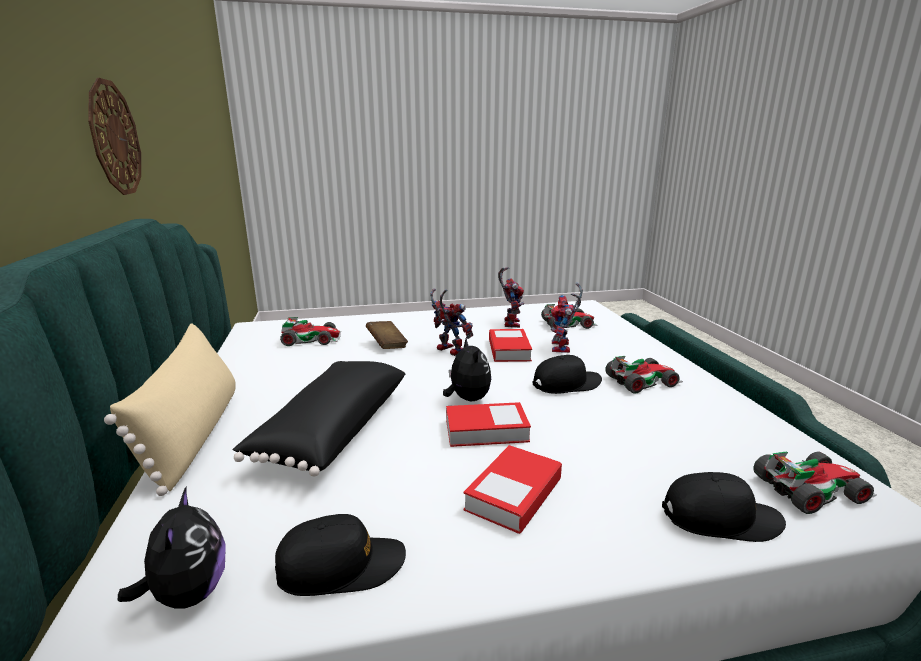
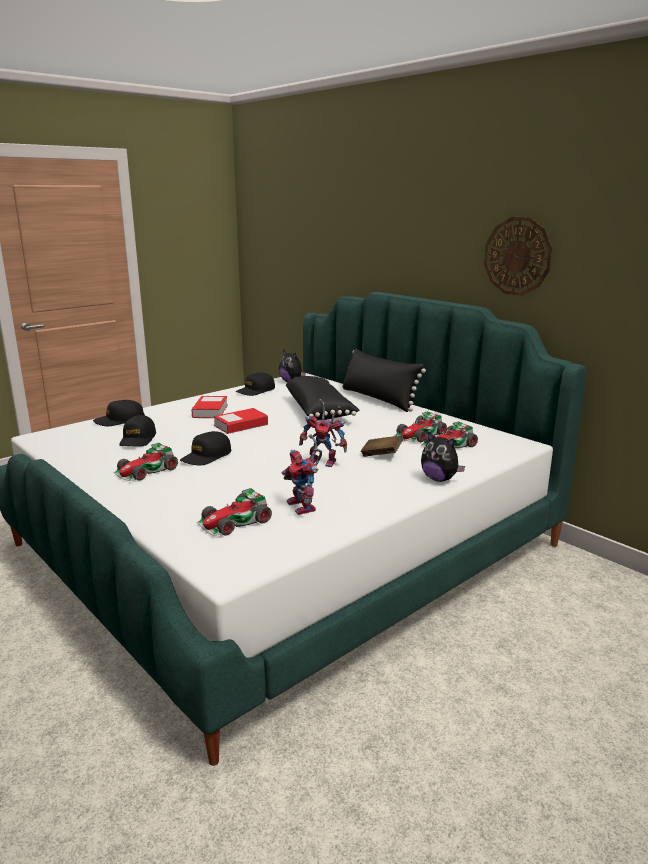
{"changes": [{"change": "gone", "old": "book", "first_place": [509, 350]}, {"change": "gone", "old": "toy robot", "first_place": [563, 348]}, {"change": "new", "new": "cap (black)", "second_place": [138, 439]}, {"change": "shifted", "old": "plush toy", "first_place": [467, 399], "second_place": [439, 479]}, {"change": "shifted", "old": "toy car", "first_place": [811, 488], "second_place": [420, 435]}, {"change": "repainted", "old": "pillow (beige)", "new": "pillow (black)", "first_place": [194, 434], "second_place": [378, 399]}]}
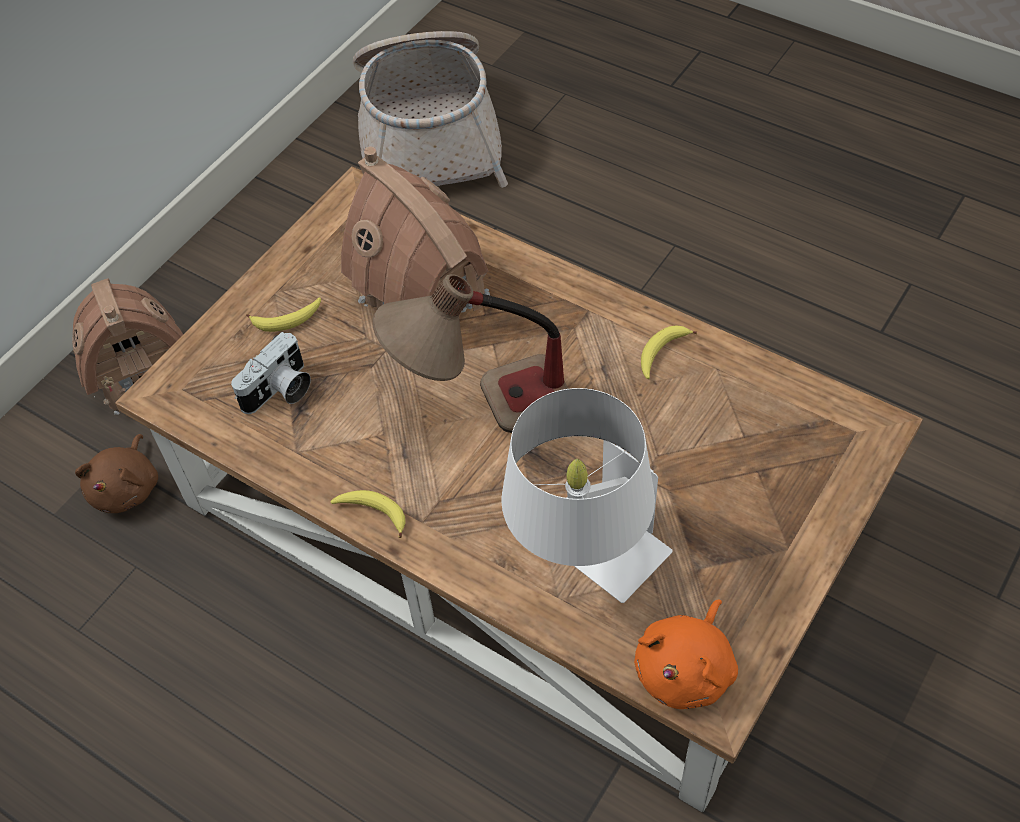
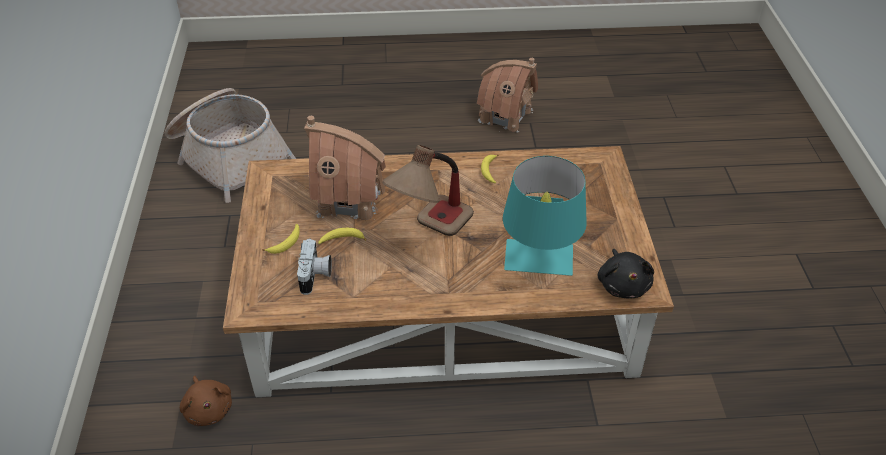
{"changes": [{"change": "shifted", "old": "toy house", "first_place": [140, 371], "second_place": [506, 116]}, {"change": "shifted", "old": "banana", "first_place": [373, 513], "second_place": [342, 239]}, {"change": "repainted", "old": "table lamp (white)", "new": "table lamp (turquoise)", "first_place": [584, 560], "second_place": [539, 268]}, {"change": "repainted", "old": "plush toy (orange)", "new": "plush toy (black)", "first_place": [686, 669], "second_place": [623, 285]}]}
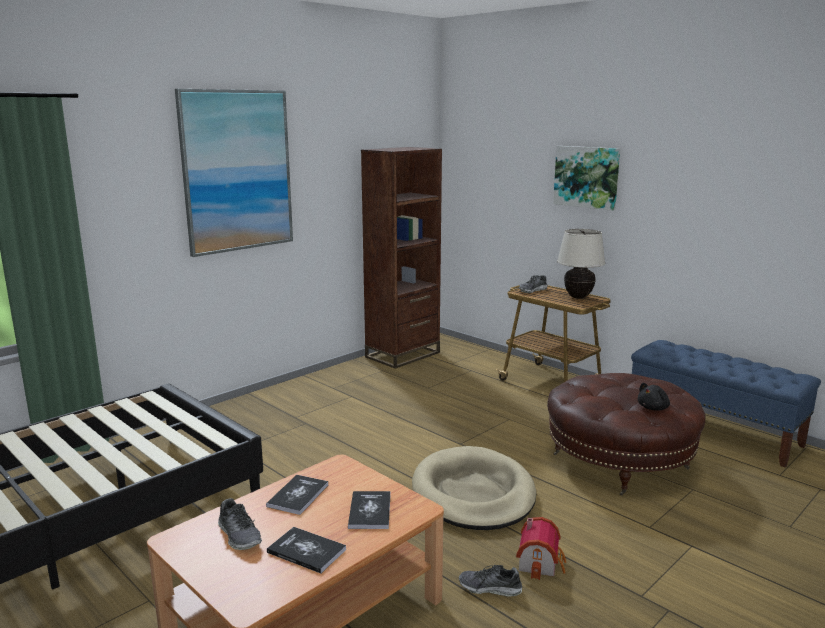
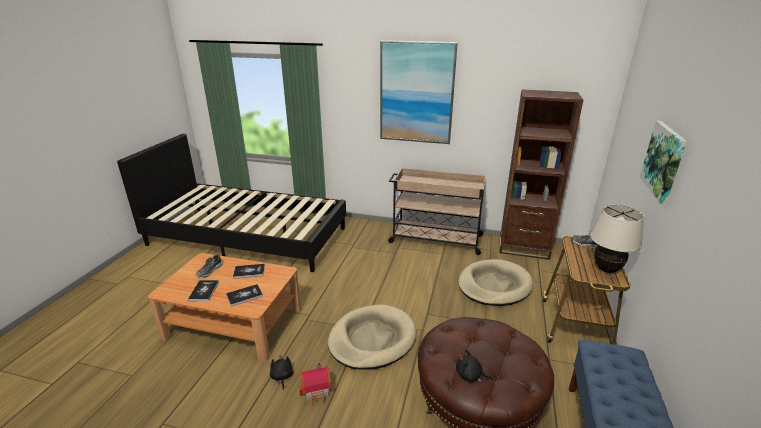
{"changes": [{"change": "new", "new": "cart (beige)", "second_place": [434, 239]}, {"change": "new", "new": "dog bed (beige)", "second_place": [494, 285]}, {"change": "swapped", "old": "shoe", "new": "plush toy (black)", "first_place": [490, 588], "second_place": [282, 377]}]}
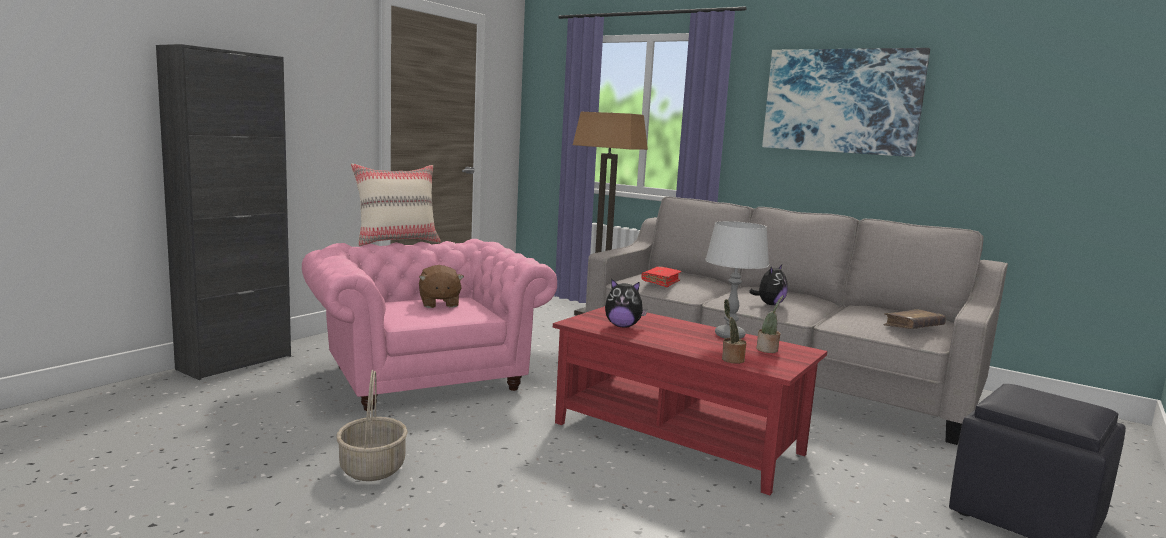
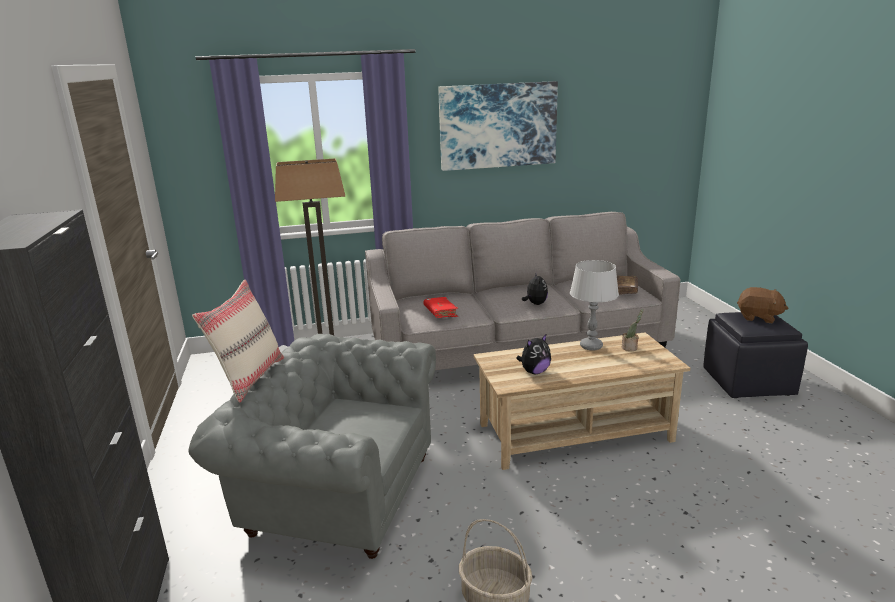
{"changes": [{"change": "gone", "old": "potted plant", "first_place": [731, 360]}, {"change": "shifted", "old": "plush toy (brown)", "first_place": [439, 303], "second_place": [758, 317]}, {"change": "repainted", "old": "armchair (pink)", "new": "armchair (grey)", "first_place": [425, 375], "second_place": [335, 492]}, {"change": "repainted", "old": "coffee table (red)", "new": "coffee table (beige)", "first_place": [677, 438], "second_place": [575, 432]}]}
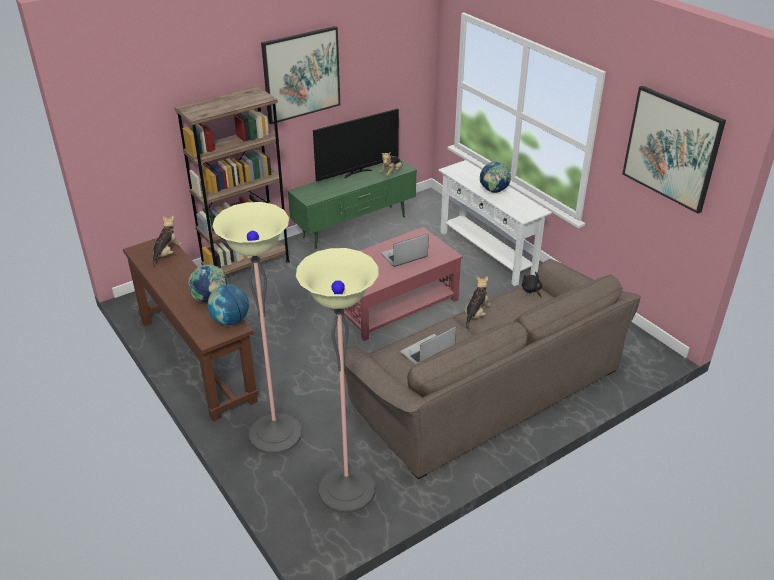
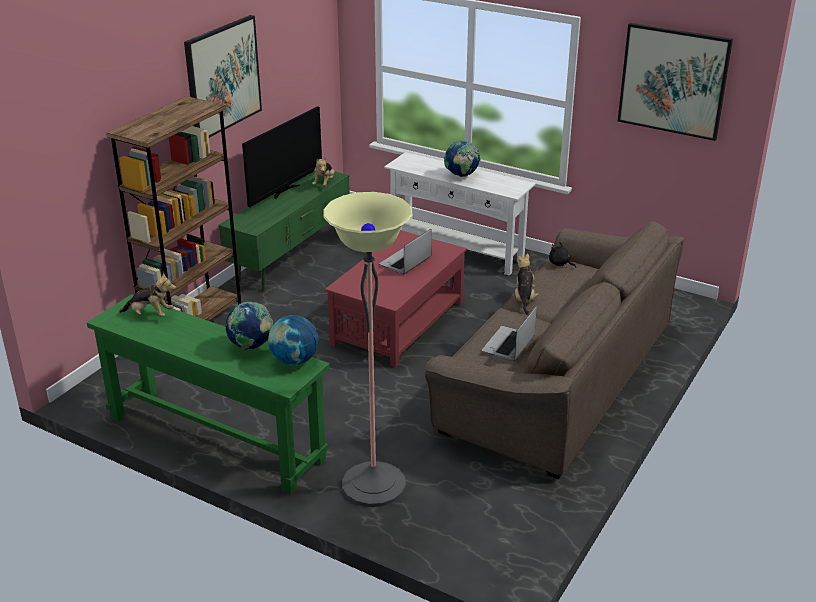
{"changes": [{"change": "gone", "old": "floor lamp", "first_place": [347, 490]}, {"change": "repainted", "old": "console table (brown)", "new": "console table (green)", "first_place": [196, 359], "second_place": [215, 438]}, {"change": "rotated", "old": "plush toy", "first_place": [167, 254], "second_place": [150, 314], "degrees": 105}]}
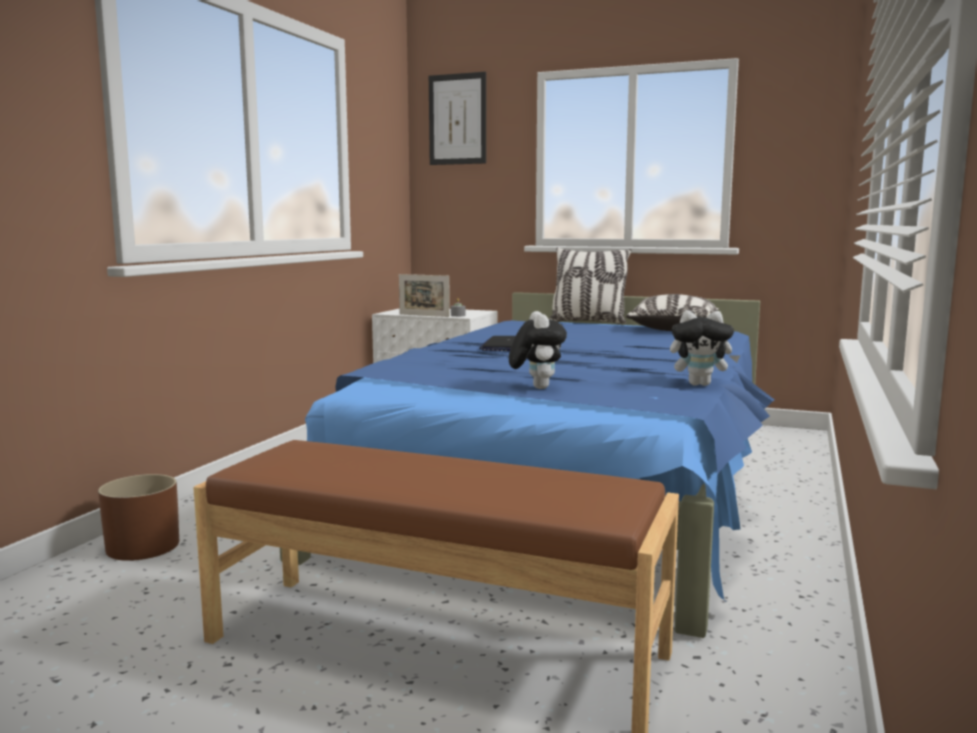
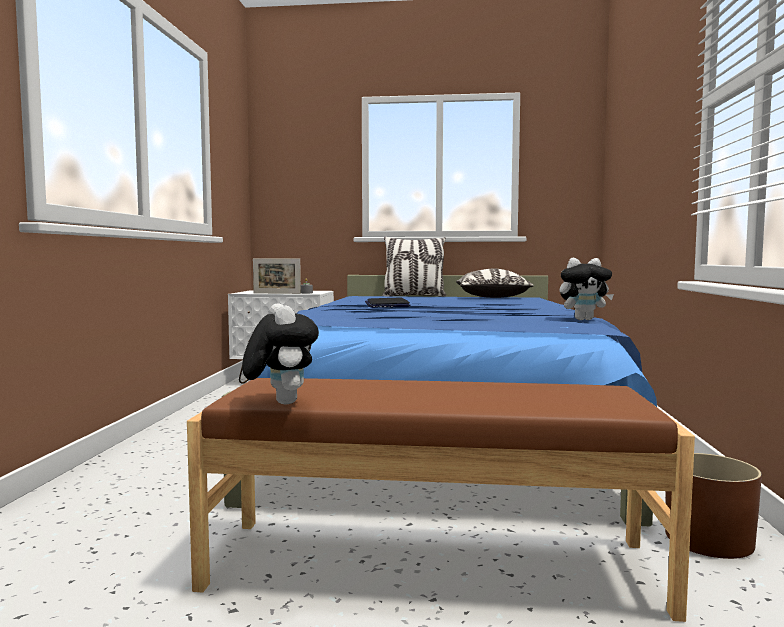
{"changes": [{"change": "gone", "old": "picture", "first_place": [457, 119]}, {"change": "shifted", "old": "planter (brown)", "first_place": [142, 546], "second_place": [708, 539]}, {"change": "shifted", "old": "plush toy", "first_place": [536, 387], "second_place": [280, 402]}]}
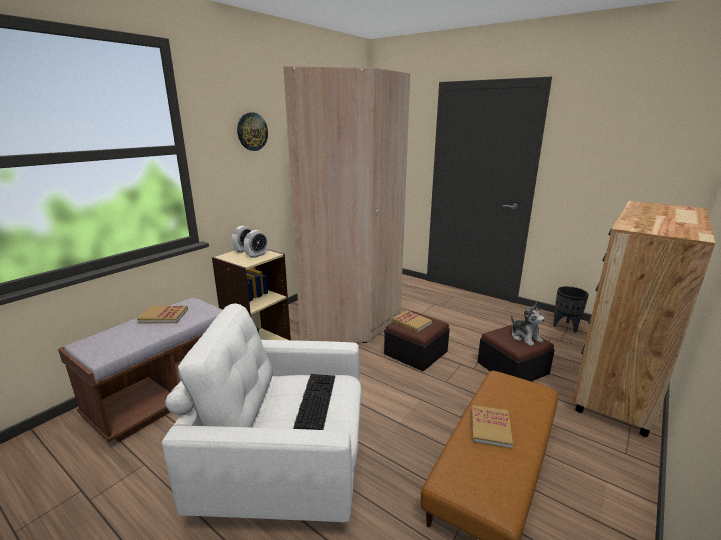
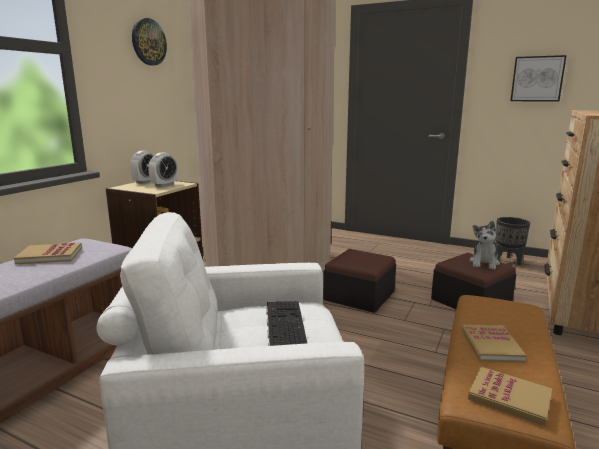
{"changes": [{"change": "new", "new": "picture", "second_place": [537, 79]}, {"change": "shifted", "old": "book", "first_place": [411, 322], "second_place": [509, 398]}, {"change": "rotated", "old": "plush toy", "first_place": [525, 337], "second_place": [484, 263], "degrees": 60}]}
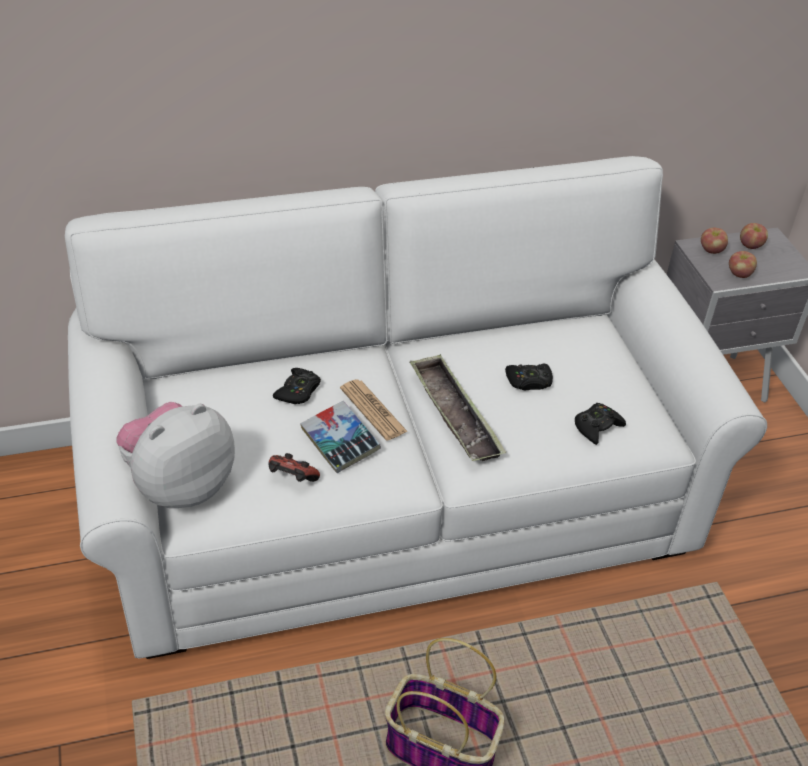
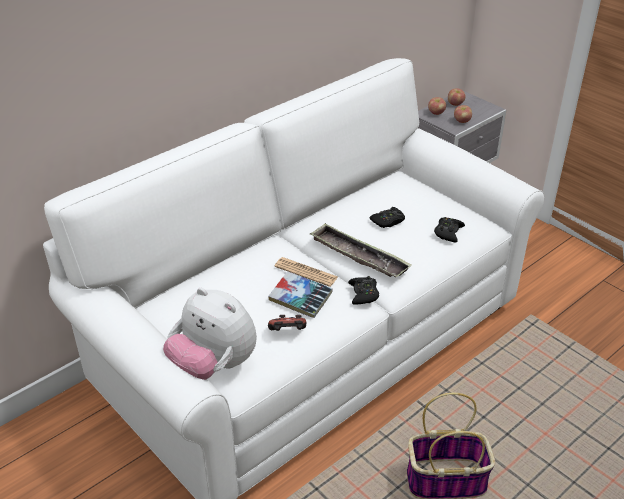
{"changes": [{"change": "shifted", "old": "game controller (black)", "first_place": [298, 391], "second_place": [363, 294]}, {"change": "rotated", "old": "plush toy", "first_place": [180, 485], "second_place": [213, 367], "degrees": -75}]}
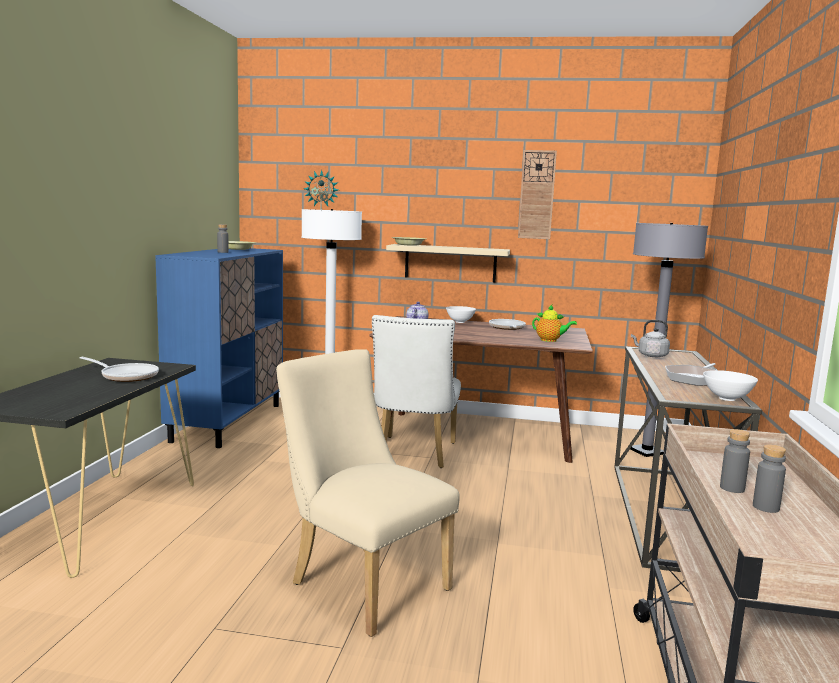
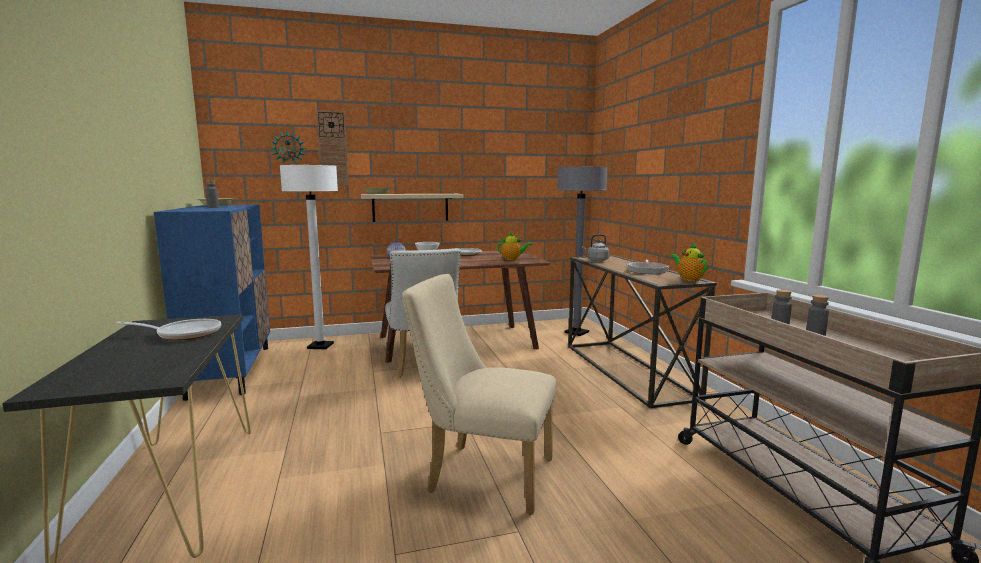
{"changes": [{"change": "shifted", "old": "wall clock", "first_place": [537, 195], "second_place": [332, 148]}, {"change": "swapped", "old": "bowl (white)", "new": "teapot", "first_place": [727, 399], "second_place": [689, 279]}]}
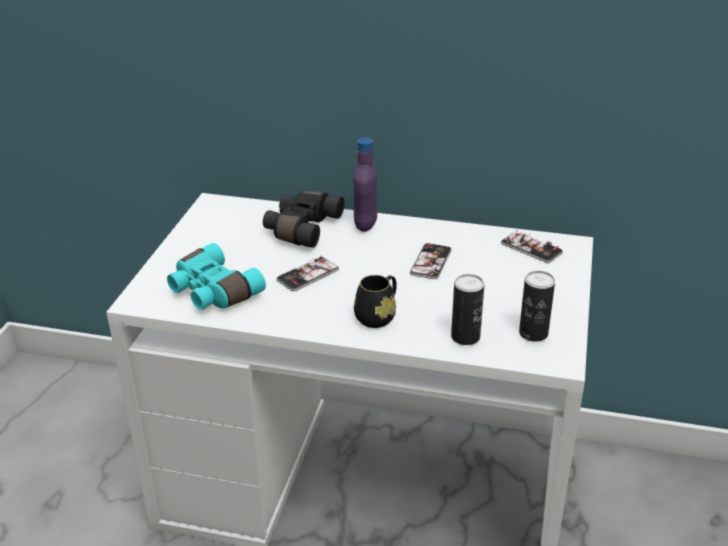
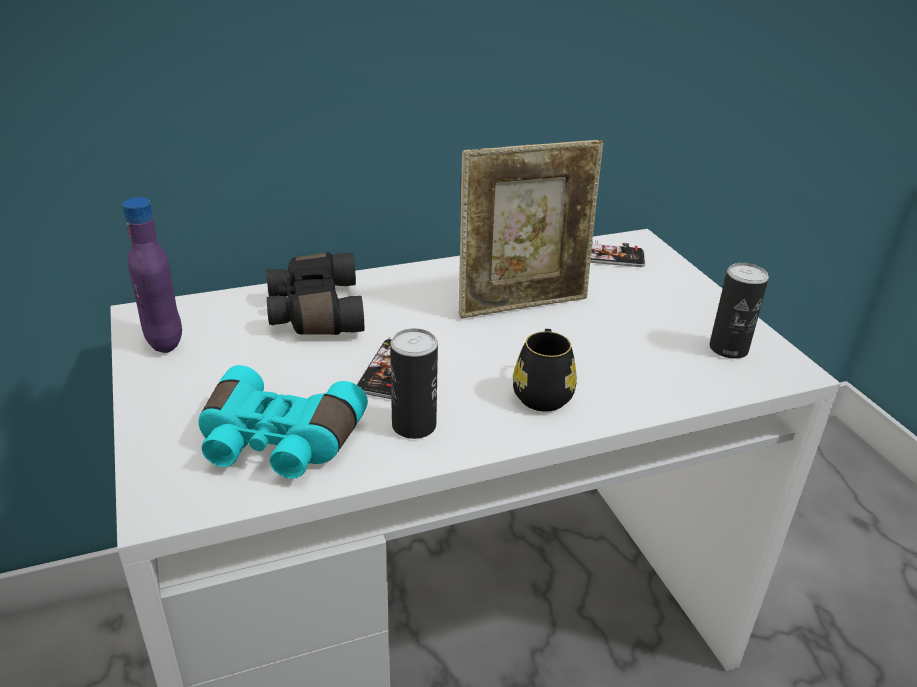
{"changes": [{"change": "shifted", "old": "bottle (purple)", "first_place": [365, 225], "second_place": [164, 341]}, {"change": "shifted", "old": "can", "first_place": [465, 337], "second_place": [414, 425]}, {"change": "swapped", "old": "phone", "new": "picture frame", "first_place": [431, 262], "second_place": [523, 304]}]}
